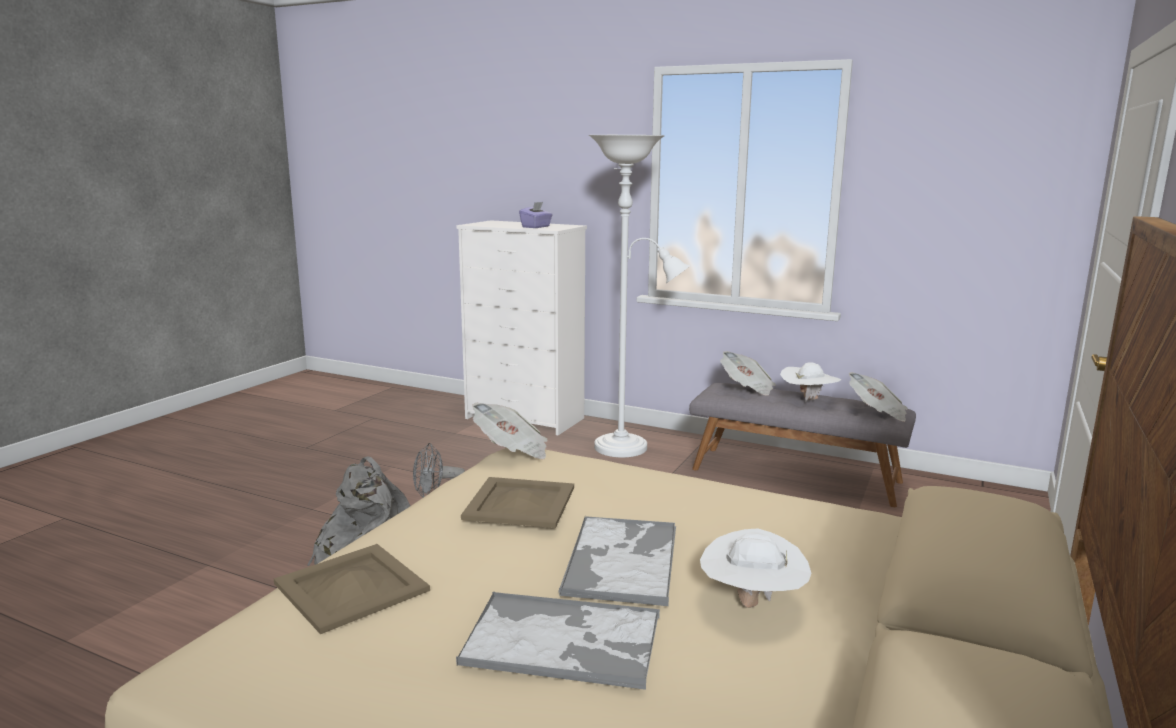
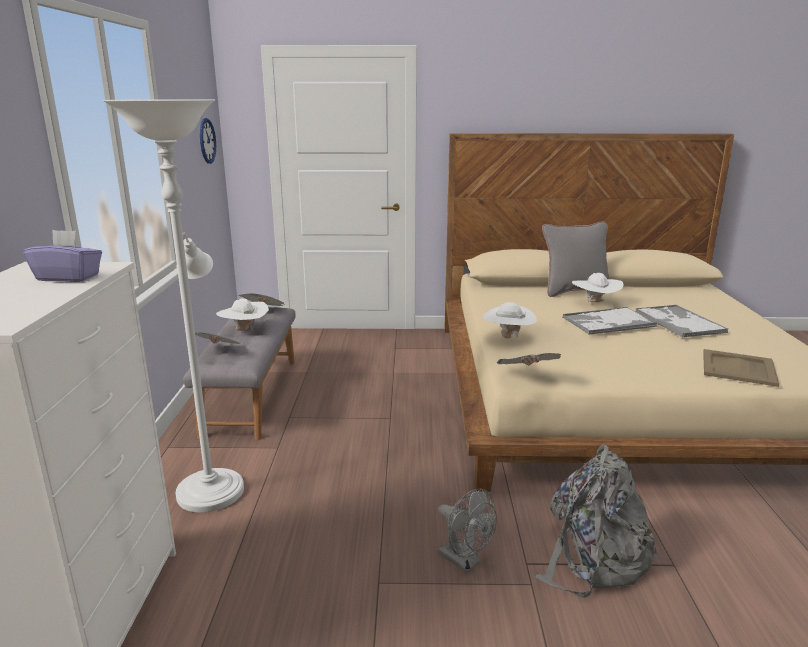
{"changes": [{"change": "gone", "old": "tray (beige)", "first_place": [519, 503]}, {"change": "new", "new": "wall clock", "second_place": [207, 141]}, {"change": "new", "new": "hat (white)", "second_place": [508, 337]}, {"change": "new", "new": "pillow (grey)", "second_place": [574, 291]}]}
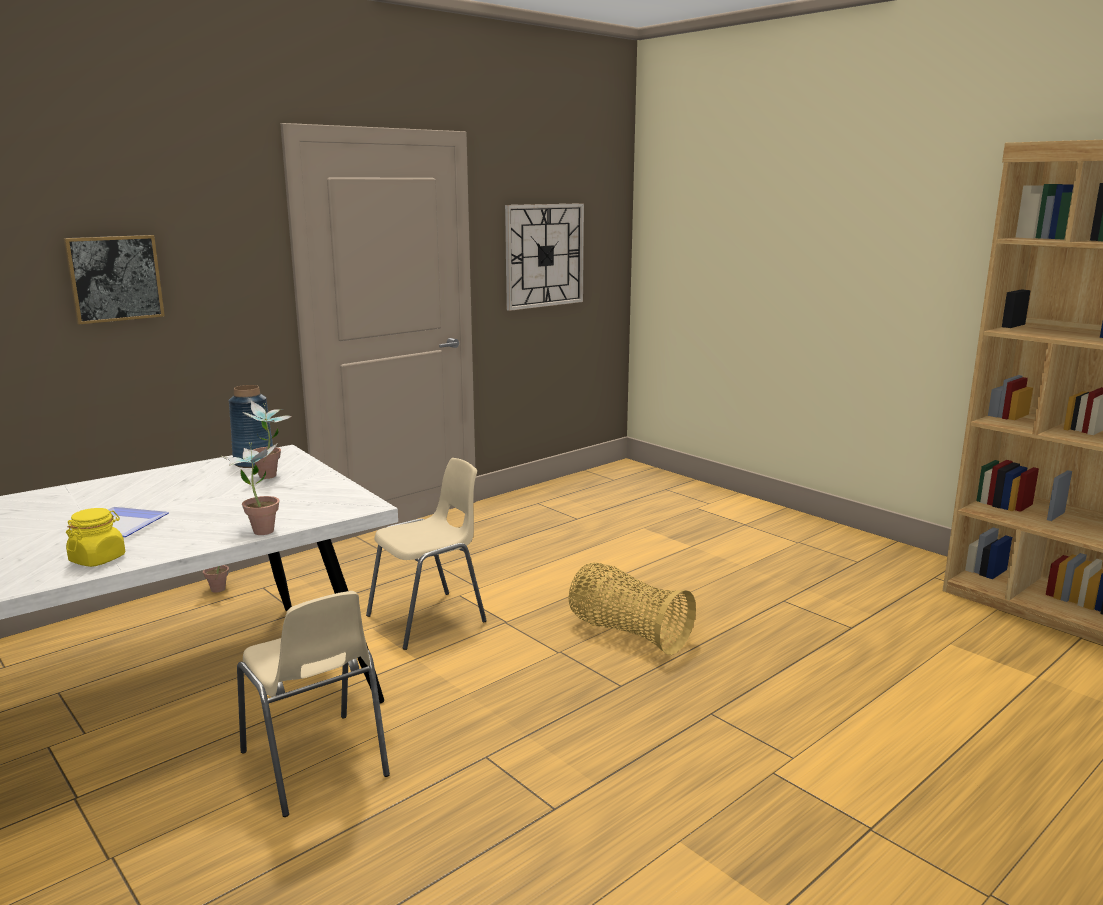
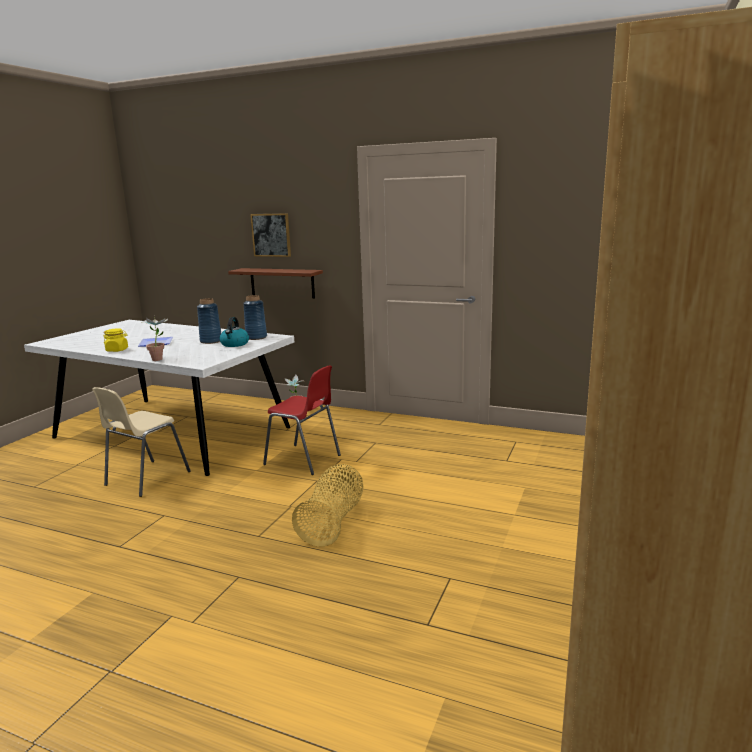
{"changes": [{"change": "gone", "old": "wall clock", "first_place": [544, 255]}, {"change": "new", "new": "vase (blue)", "second_place": [211, 341]}, {"change": "new", "new": "shelf (brown)", "second_place": [282, 283]}, {"change": "swapped", "old": "potted plant", "new": "kettle", "first_place": [271, 477], "second_place": [234, 344]}, {"change": "repainted", "old": "chair (beige)", "new": "chair (red)", "first_place": [430, 619], "second_place": [304, 460]}]}
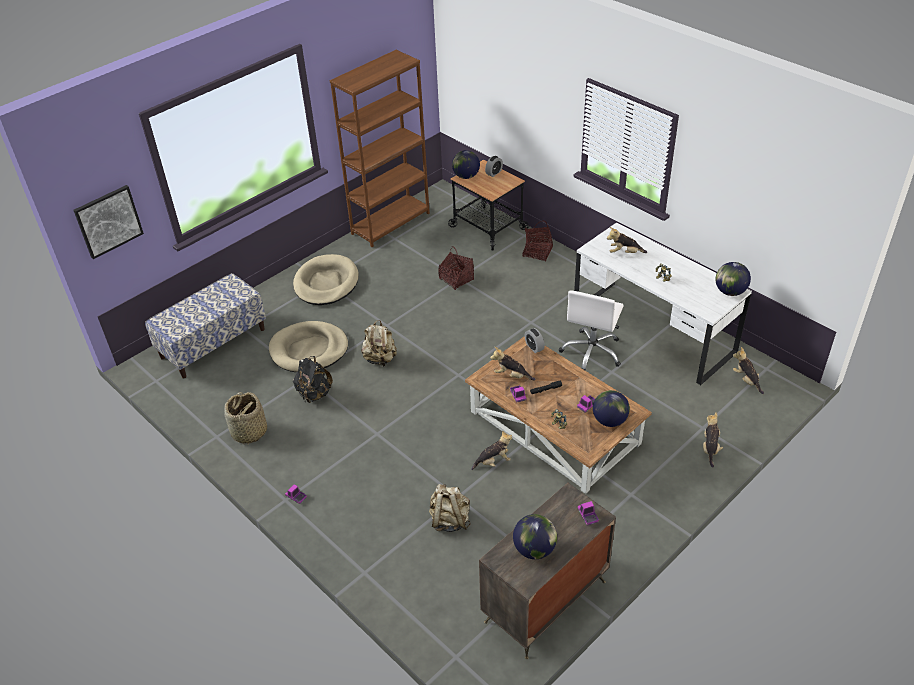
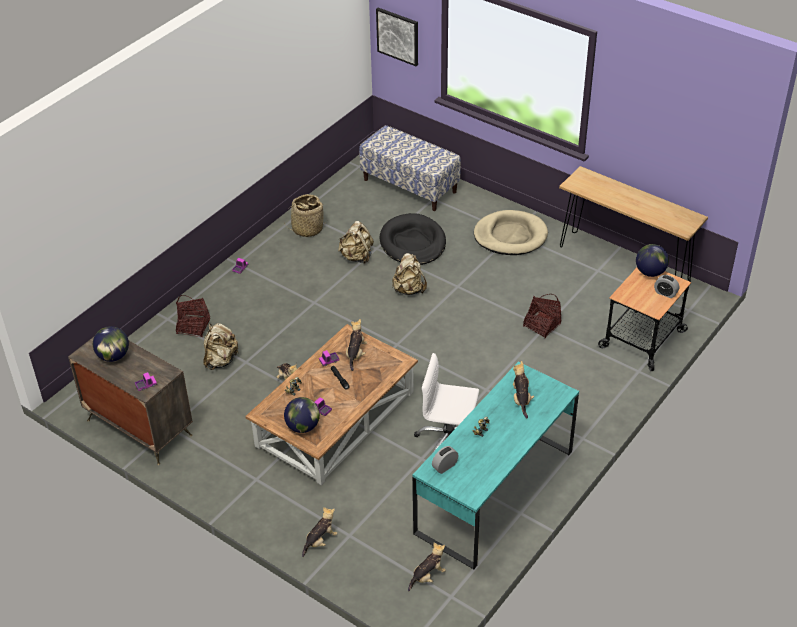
{"changes": [{"change": "gone", "old": "globe", "first_place": [730, 292]}, {"change": "shifted", "old": "basket", "first_place": [537, 252], "second_place": [193, 326]}, {"change": "shifted", "old": "alarm clock", "first_place": [534, 347], "second_place": [445, 466]}, {"change": "swapped", "old": "bookcase (brown)", "new": "console table (brown)", "first_place": [391, 223], "second_place": [623, 263]}, {"change": "repainted", "old": "dog bed (beige)", "new": "dog bed (black)", "first_place": [309, 350], "second_place": [413, 243]}, {"change": "repainted", "old": "backpack (black)", "new": "backpack (beige)", "first_place": [314, 394], "second_place": [356, 257]}, {"change": "repainted", "old": "desk (white)", "new": "desk (turquoise)", "first_place": [652, 331], "second_place": [494, 491]}, {"change": "rotated", "old": "plush toy", "first_place": [710, 448], "second_place": [320, 541], "degrees": -45}]}
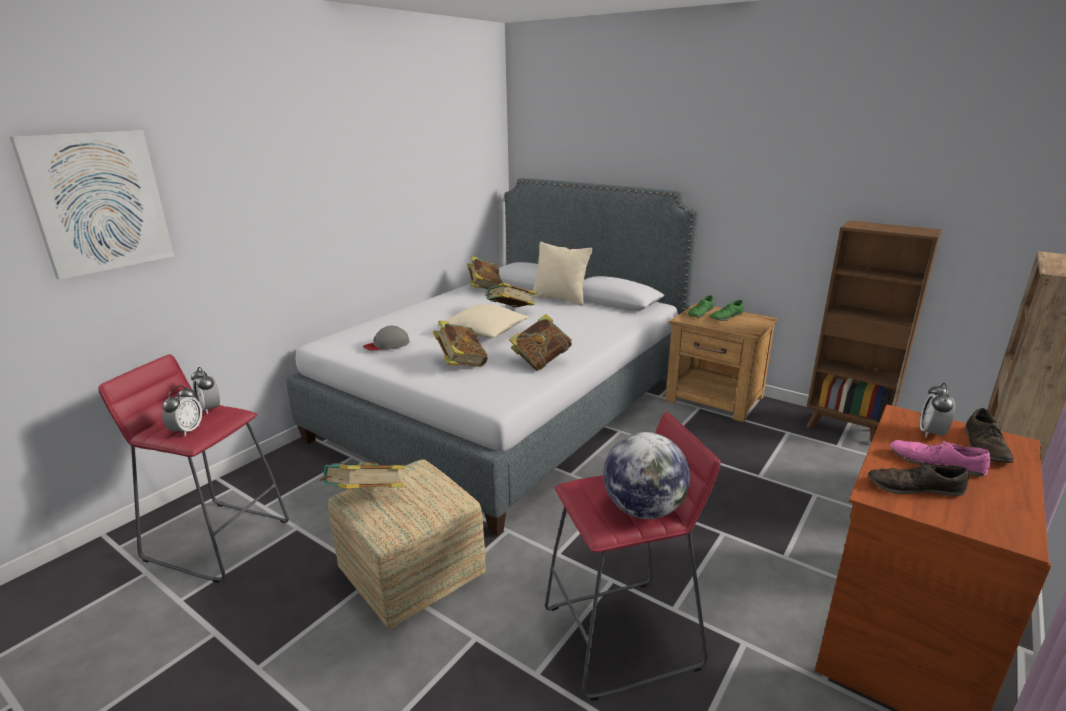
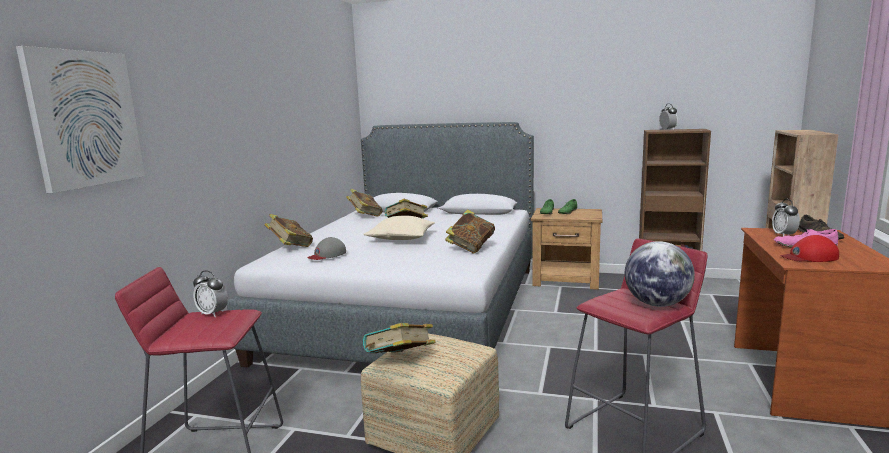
{"changes": [{"change": "gone", "old": "pillow (beige)", "first_place": [560, 299]}, {"change": "shifted", "old": "alarm clock", "first_place": [187, 431], "second_place": [667, 130]}, {"change": "shifted", "old": "book", "first_place": [461, 363], "second_place": [290, 247]}, {"change": "swapped", "old": "shoe (brown)", "new": "cap (red)", "first_place": [913, 487], "second_place": [809, 257]}]}
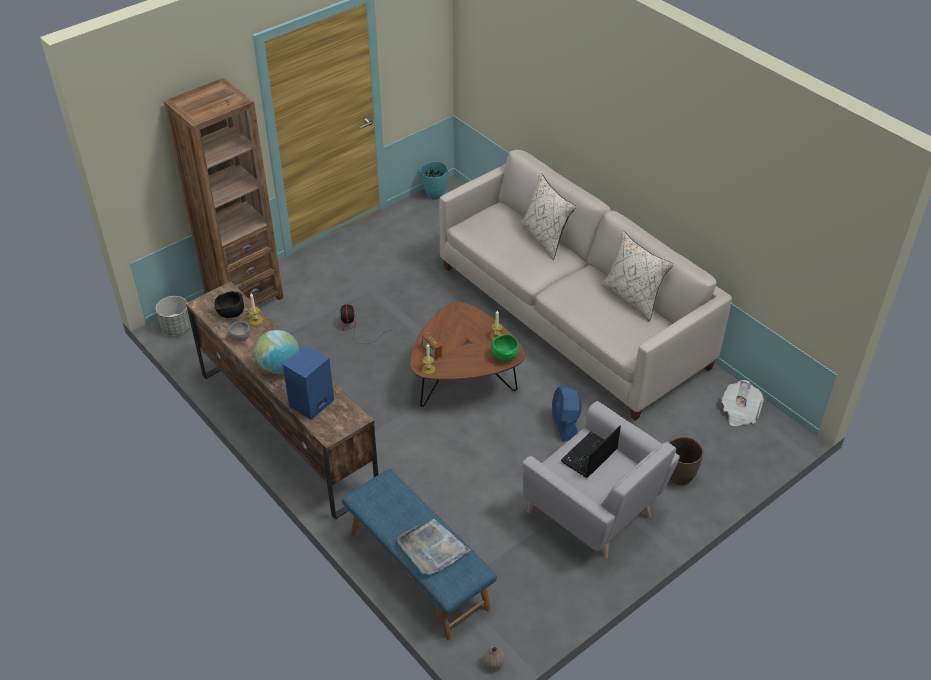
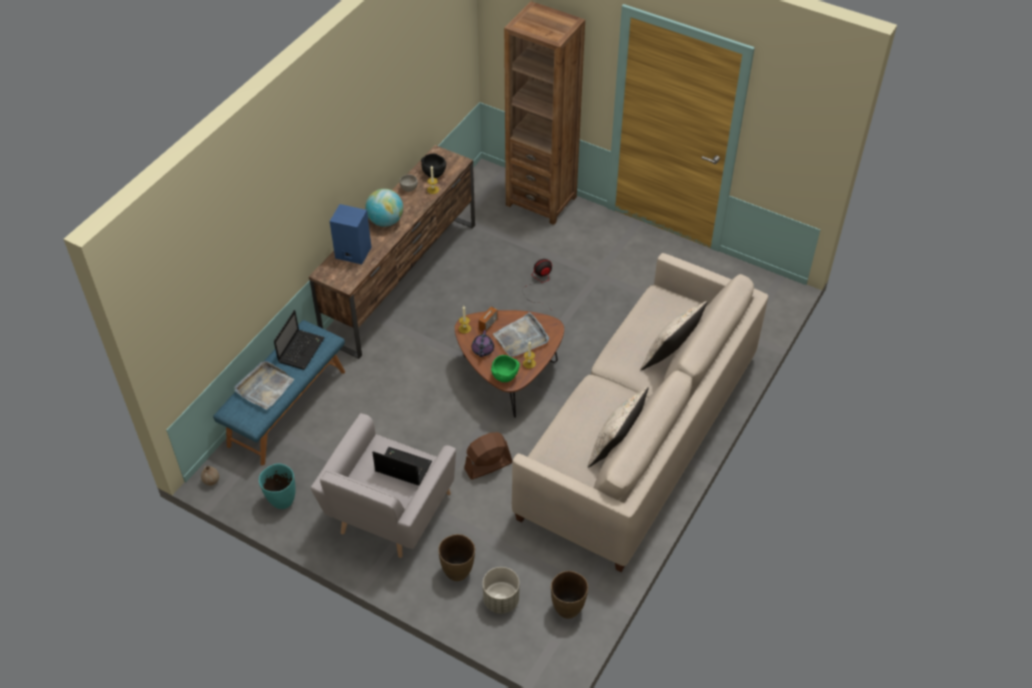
{"changes": [{"change": "new", "new": "laptop", "second_place": [301, 349]}, {"change": "new", "new": "teapot (purple)", "second_place": [482, 350]}, {"change": "new", "new": "tray (grey)", "second_place": [521, 338]}, {"change": "shifted", "old": "planter (grey)", "first_place": [176, 327], "second_place": [501, 600]}, {"change": "shifted", "old": "vase (turquoise)", "first_place": [434, 195], "second_place": [282, 500]}, {"change": "swapped", "old": "newspaper", "new": "vase (brown)", "first_place": [739, 412], "second_place": [567, 608]}, {"change": "repainted", "old": "fan (blue)", "new": "fan (brown)", "first_place": [565, 424], "second_place": [488, 466]}]}
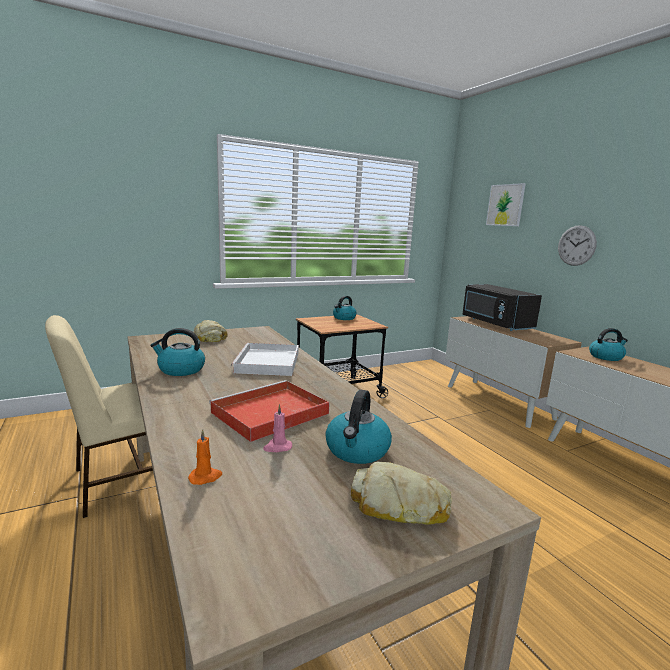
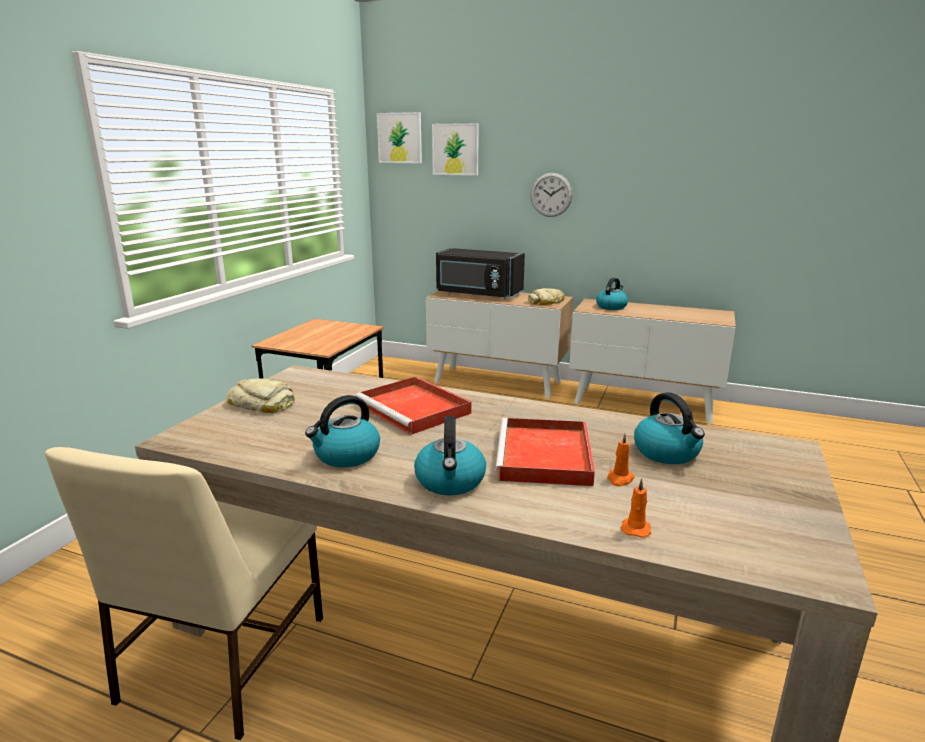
{"changes": [{"change": "new", "new": "picture", "second_place": [400, 138]}, {"change": "shifted", "old": "kettle", "first_place": [344, 318], "second_place": [450, 481]}, {"change": "shifted", "old": "bread", "first_place": [399, 505], "second_place": [546, 302]}, {"change": "repainted", "old": "tray (white)", "new": "tray (red)", "first_place": [268, 363], "second_place": [415, 409]}, {"change": "repainted", "old": "candle (pink)", "new": "candle (orange)", "first_place": [277, 447], "second_place": [619, 479]}]}
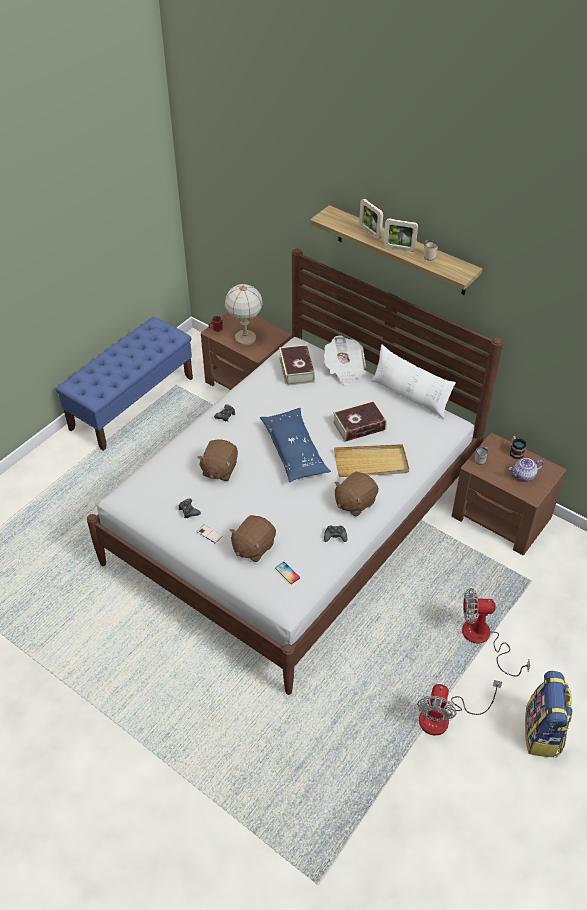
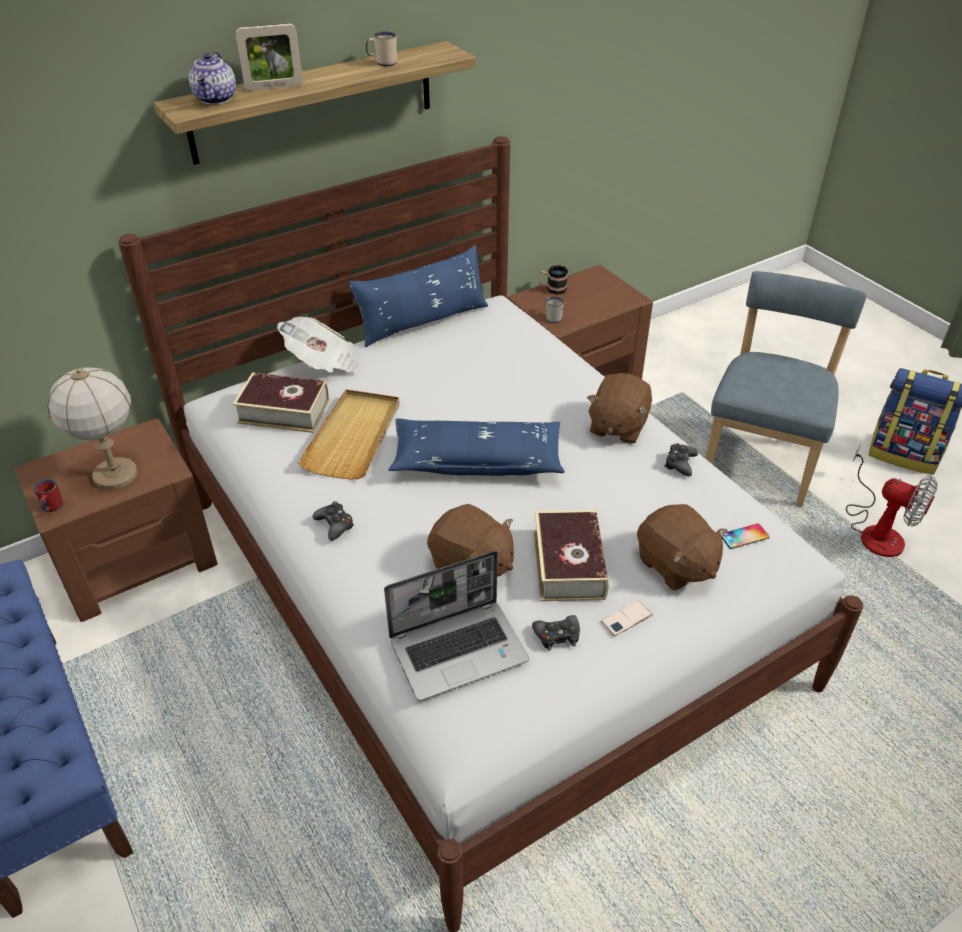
{"changes": [{"change": "gone", "old": "picture frame", "first_place": [399, 249]}, {"change": "new", "new": "laptop", "second_place": [459, 649]}, {"change": "shifted", "old": "book", "first_place": [359, 426], "second_place": [569, 564]}, {"change": "shifted", "old": "tray (beige)", "first_place": [371, 463], "second_place": [354, 437]}, {"change": "shifted", "old": "teapot", "first_place": [523, 476], "second_place": [216, 99]}, {"change": "swapped", "old": "fan", "new": "chair (blue)", "first_place": [483, 639], "second_place": [761, 458]}, {"change": "repainted", "old": "pillow (white)", "new": "pillow (blue)", "first_place": [409, 396], "second_place": [423, 322]}, {"change": "rotated", "old": "plush toy (brown)", "first_place": [354, 502], "second_place": [617, 426], "degrees": 45}]}
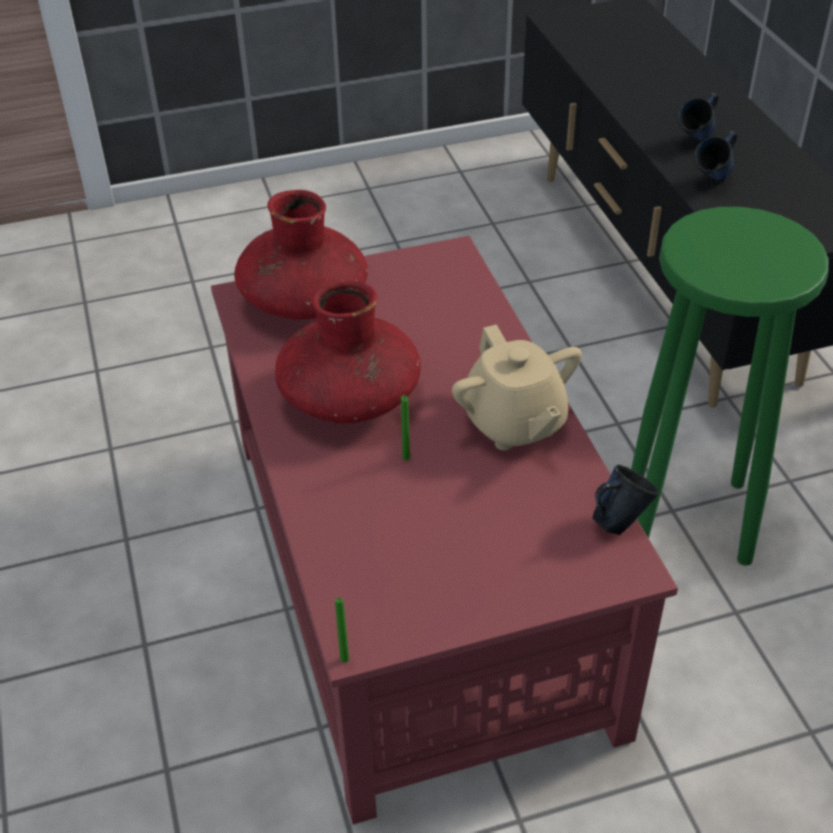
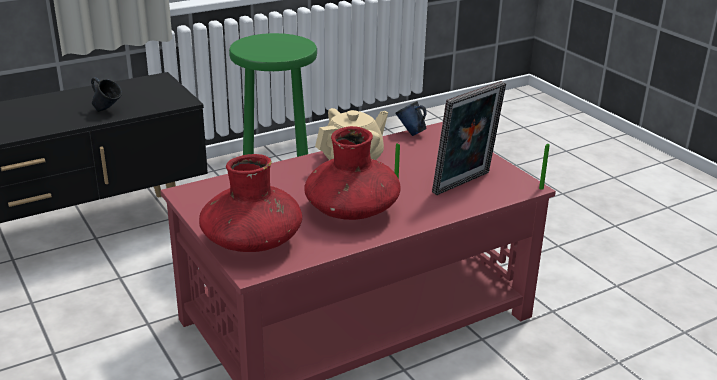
{"changes": [{"change": "gone", "old": "mug (blue)", "first_place": [696, 143]}, {"change": "new", "new": "picture frame", "second_place": [464, 184]}]}
